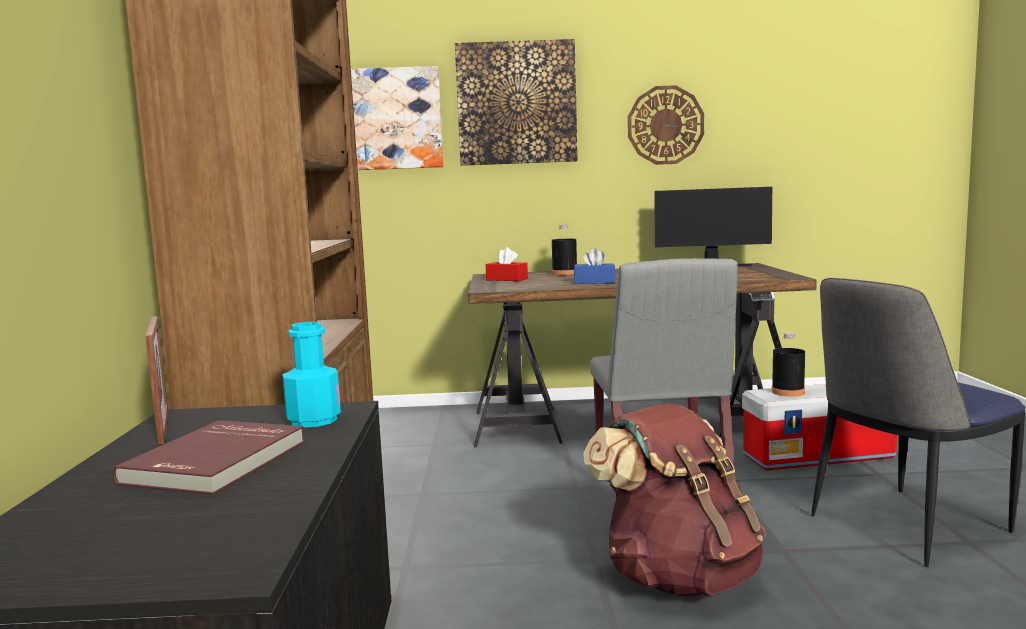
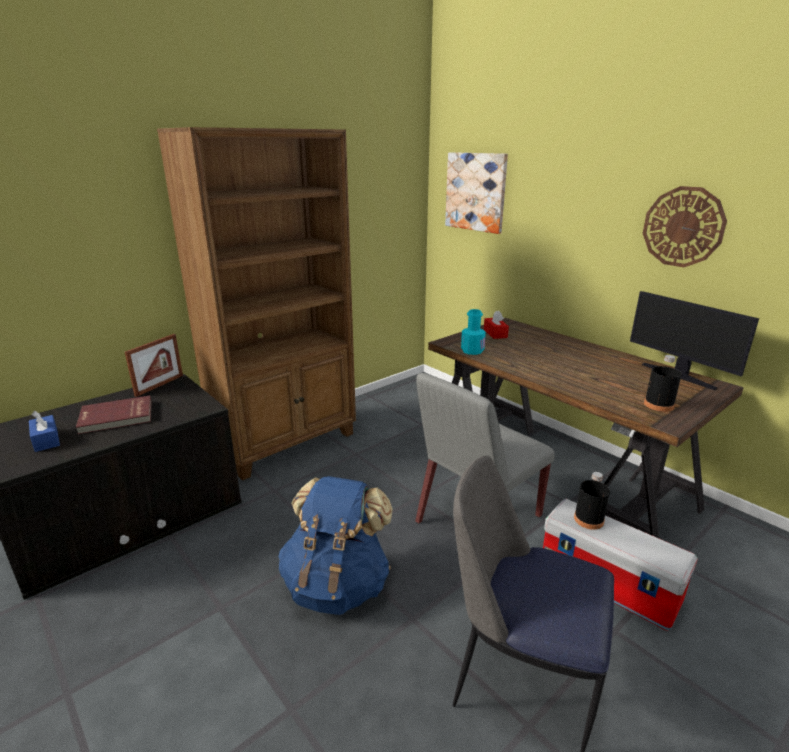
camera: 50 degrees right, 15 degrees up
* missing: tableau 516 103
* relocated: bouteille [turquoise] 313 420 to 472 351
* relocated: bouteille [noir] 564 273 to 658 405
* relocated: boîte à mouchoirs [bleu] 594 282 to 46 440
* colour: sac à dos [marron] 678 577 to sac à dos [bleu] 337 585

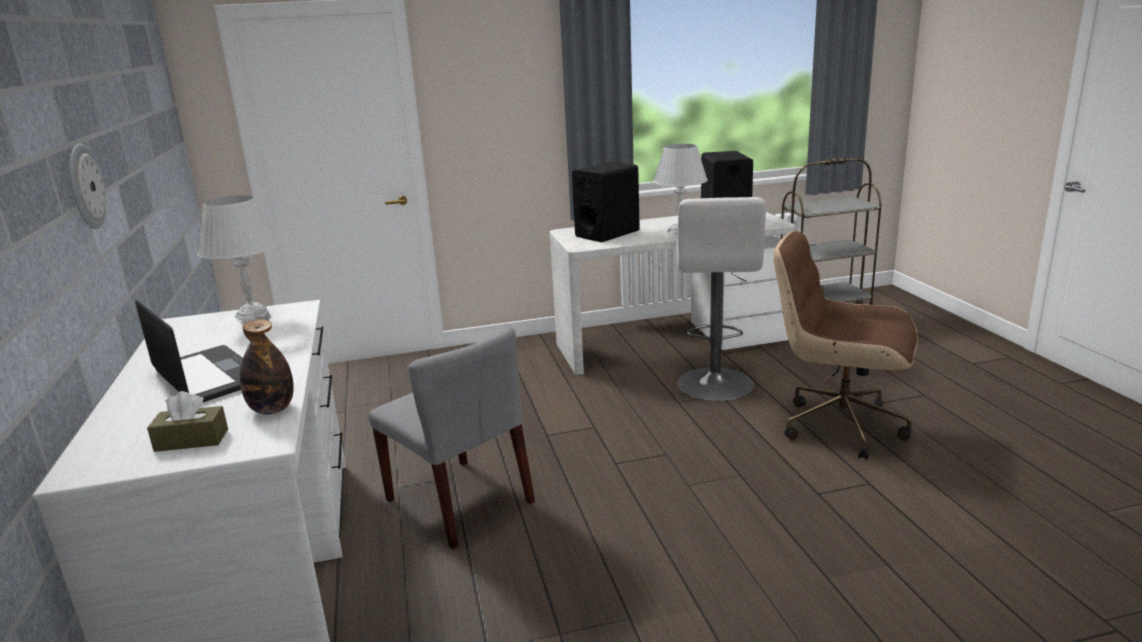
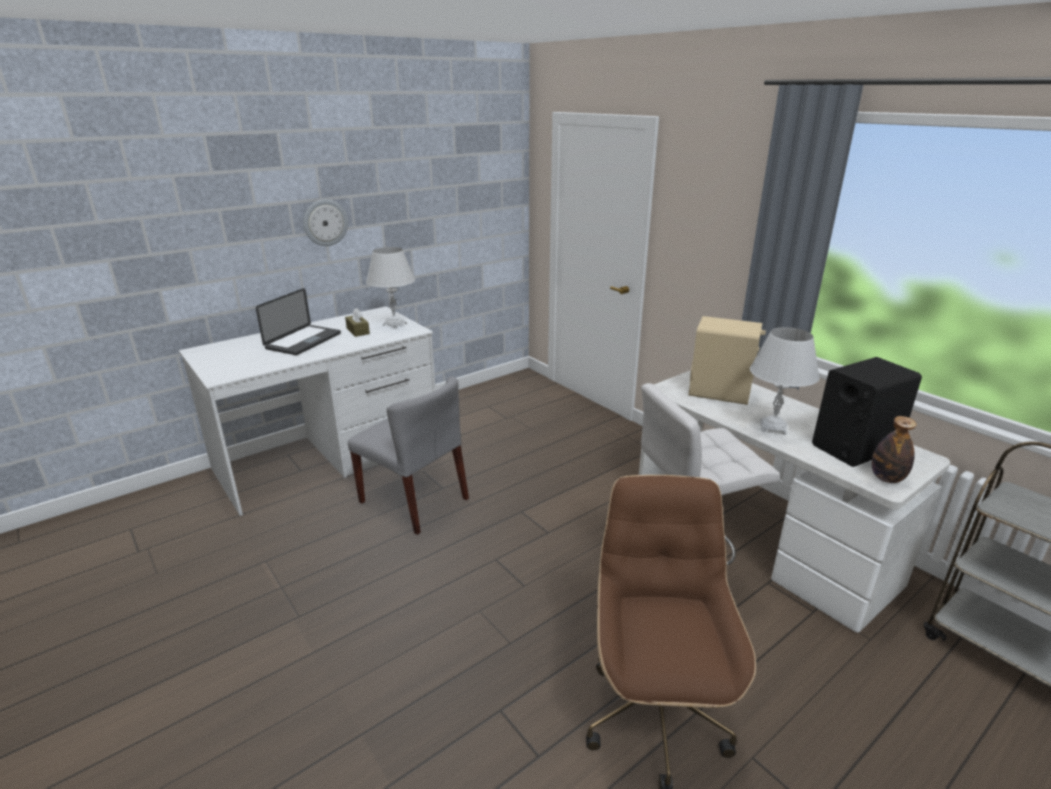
camera: 65 degrees right, 5 degrees up
* relocated: boîte à mouchoirs [marron] 191 440 to 358 331
* relocated: bouteille 272 409 to 886 478
* colour: enceinte [noir] 607 233 to enceinte [beige] 720 392
* spun: chaise [gris] 460 501 = 415 500 75 degrees counterclockwise

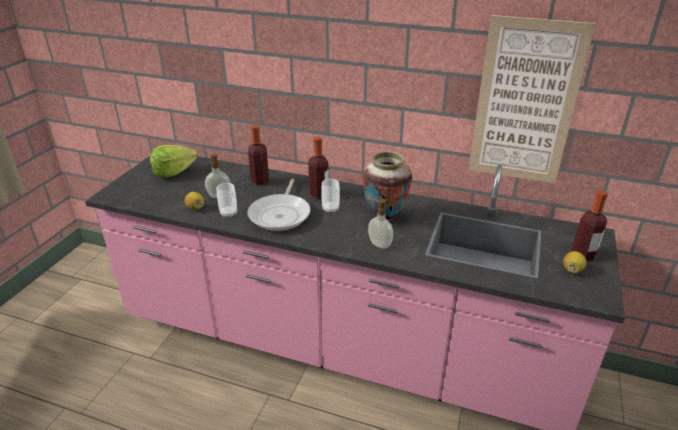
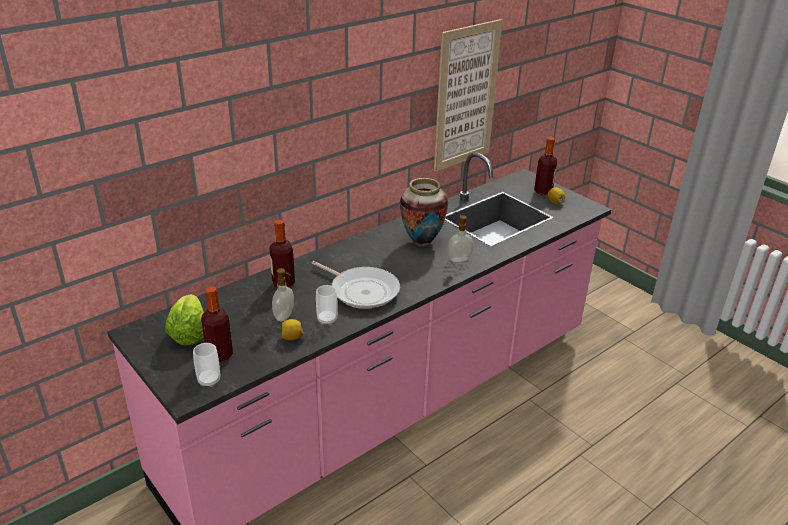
camera: 60 degrees left, 0 degrees up
* relocated: bouteille 319 194 to 220 355
* relocated: tasse 330 209 to 209 380

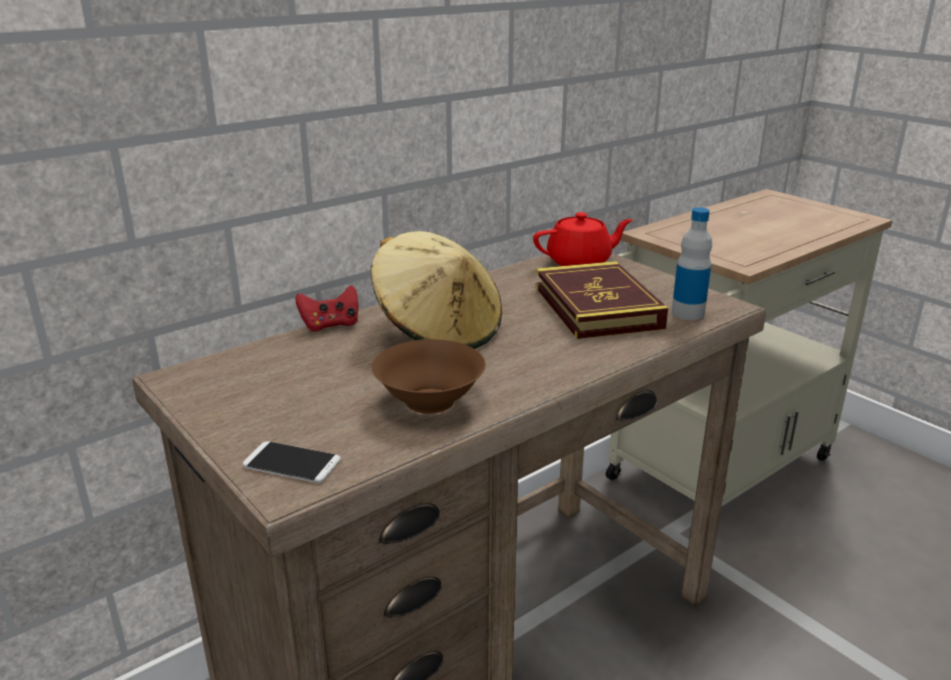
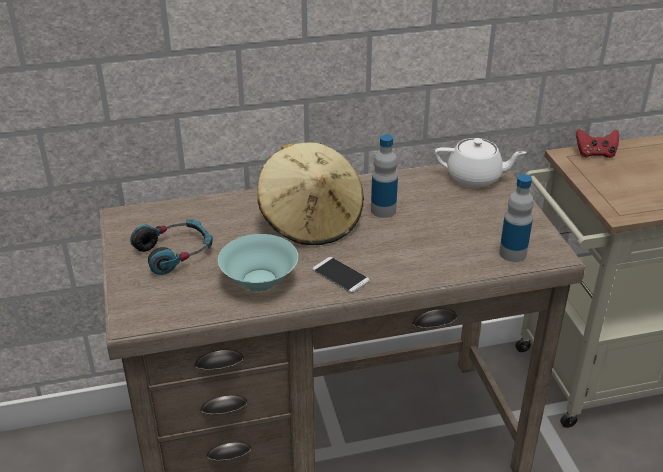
camera: 25 degrees right, 10 degrees up
* missing: livre 597 307
* appeared: casque audio 175 252
* appeared: bouteille 383 210
* relocated: téléphone 292 463 to 340 275
* relocated: manette [rouge] 330 325 to 595 154
* colour: bol [marron] 430 401 to bol [turquoise] 259 281
* colour: théière [rouge] 580 262 to théière [blanc] 475 178

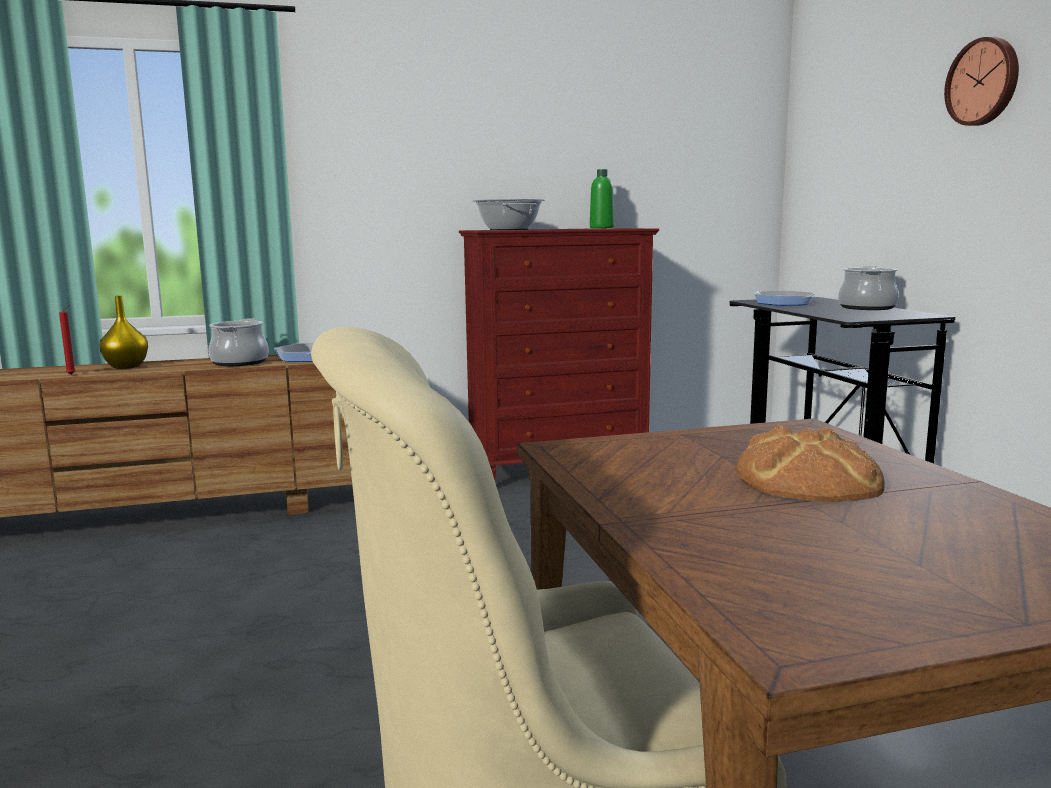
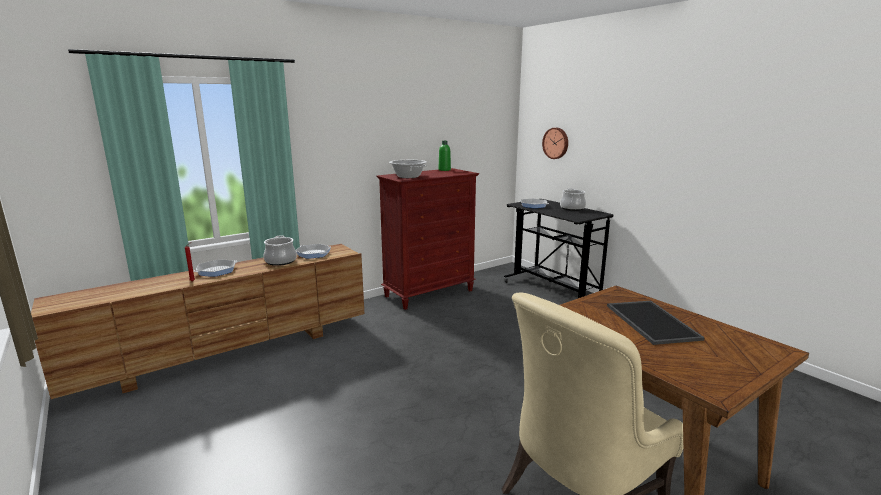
camera: 20 degrees left, 5 degrees up
* relocated: horloge murale 984 82 to 556 143
* exchanged: vase [jaune] 127 366 to poêle 216 271
* exchanged: pain 807 480 to plateau 649 321

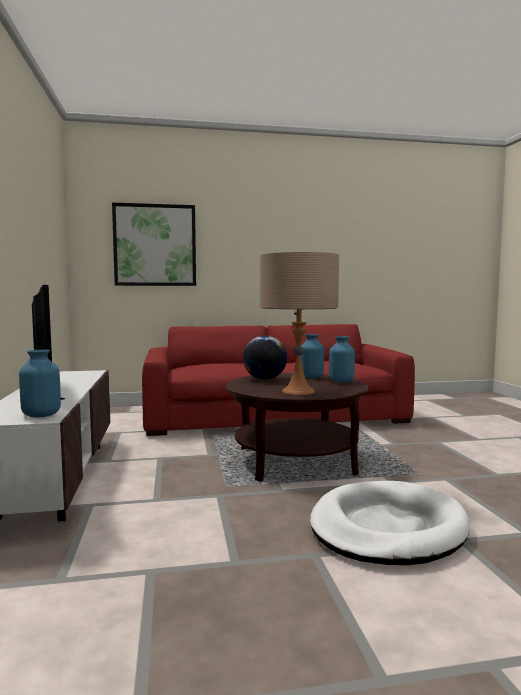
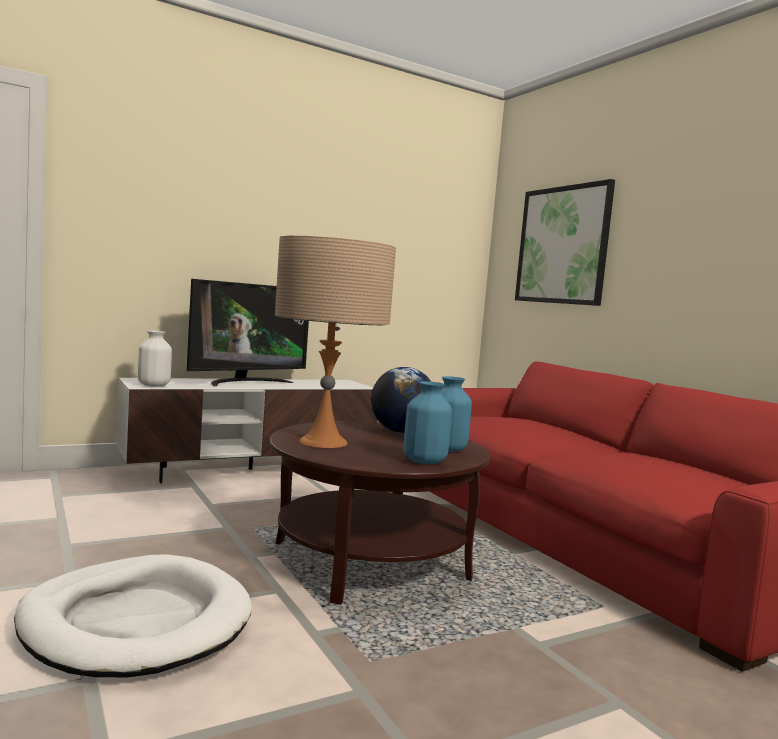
camera: 70 degrees right, 0 degrees up
* colour: vase [bleu] 41 415 to vase [blanc] 153 385

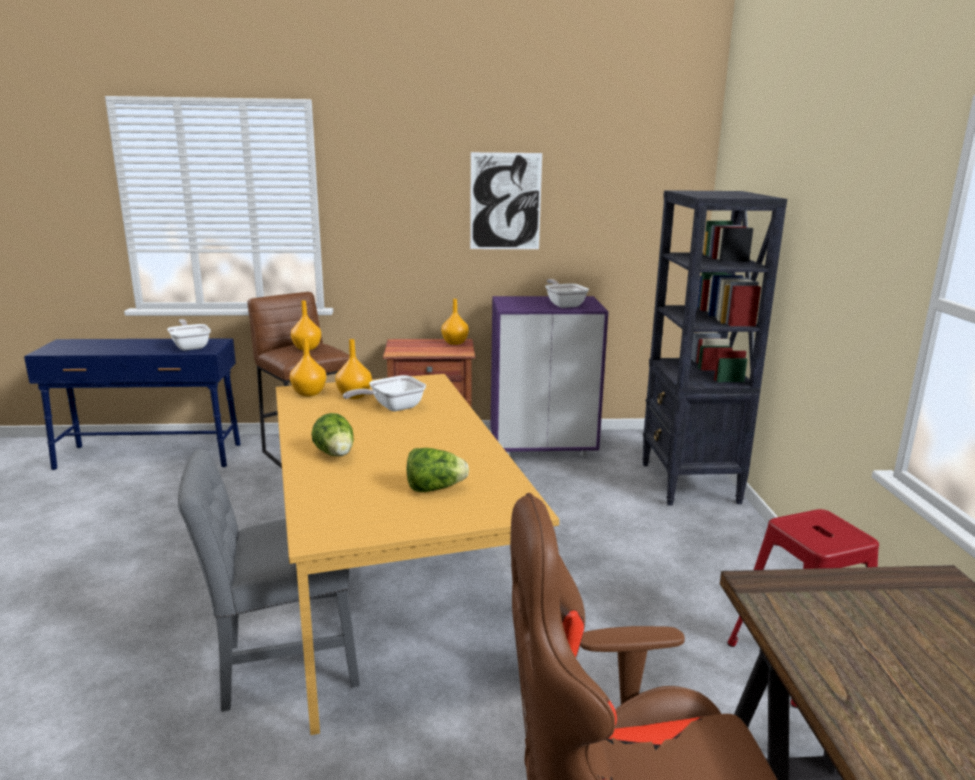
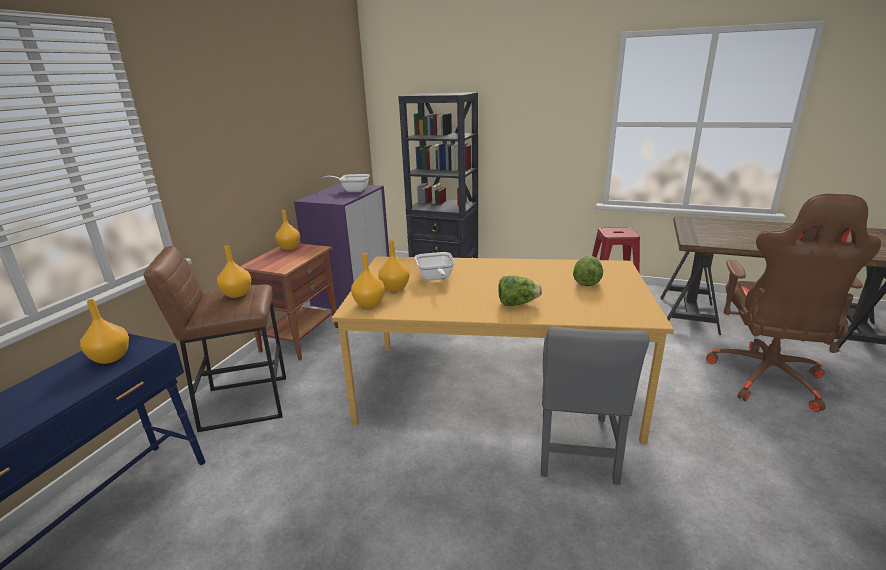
camera: 65 degrees left, 5 degrees up
* missing: tableau 505 201
* exchanged: poêle 190 346 to vase [orange] 110 357

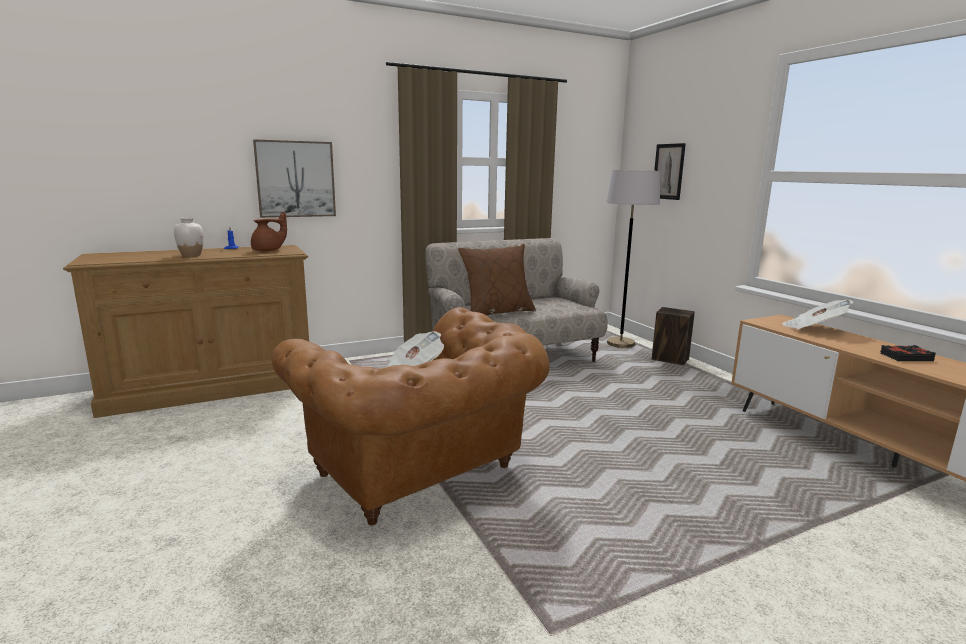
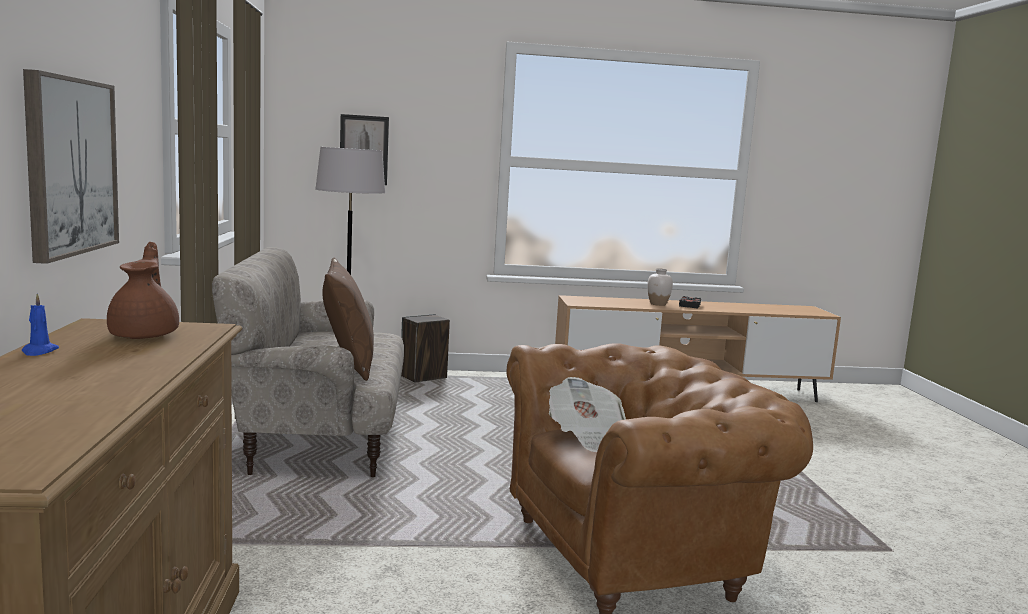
camera: 70 degrees left, 5 degrees down
* missing: journal 813 329
* relocated: vase [blanc] 191 255 to 658 304

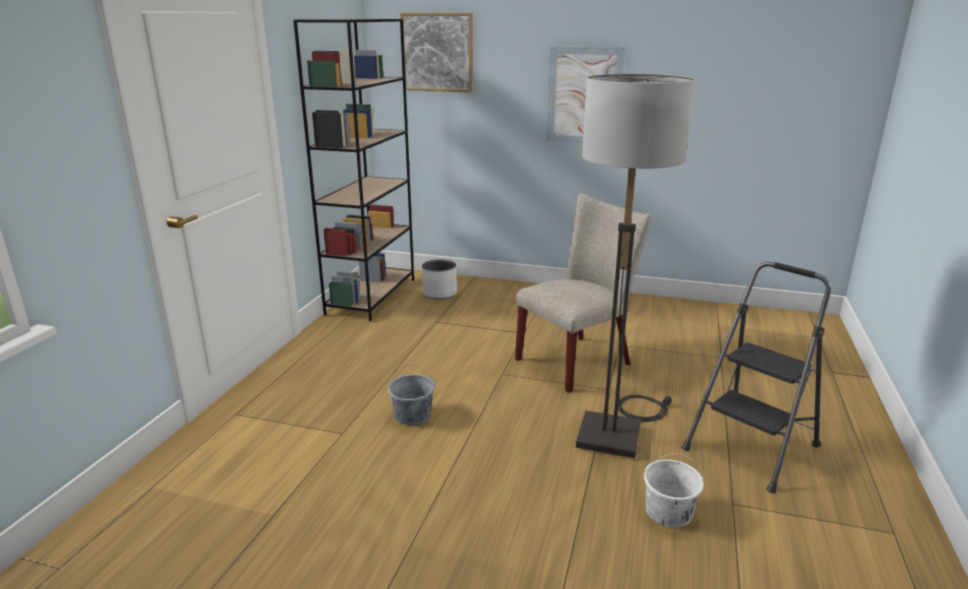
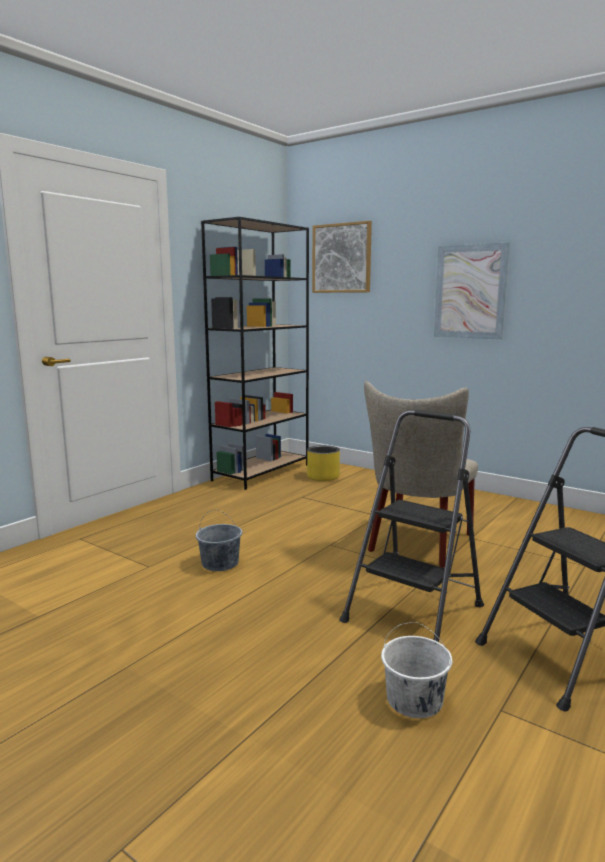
camera: 20 degrees right, 10 degrees down
* exchanged: lampadaire 619 429 to escabeau [noir] 416 610
* colour: cache-pot [gris] 439 293 to cache-pot [jaune] 323 477
* spun: chaise [beige] 579 360 = 417 544 135 degrees clockwise

